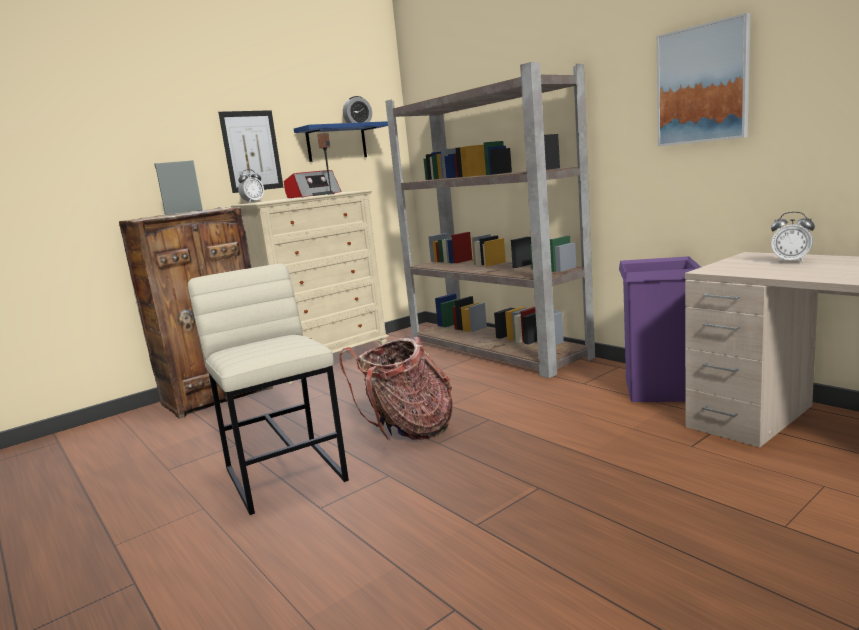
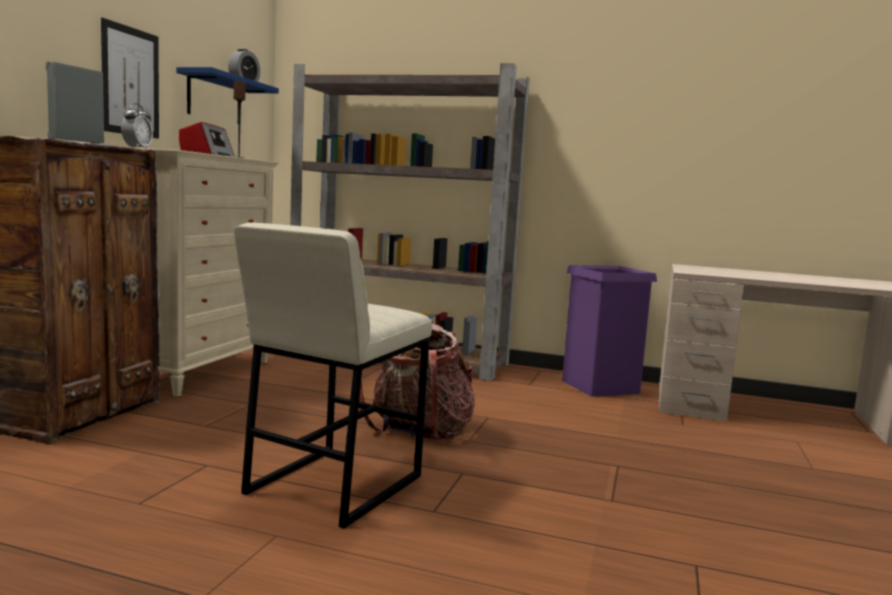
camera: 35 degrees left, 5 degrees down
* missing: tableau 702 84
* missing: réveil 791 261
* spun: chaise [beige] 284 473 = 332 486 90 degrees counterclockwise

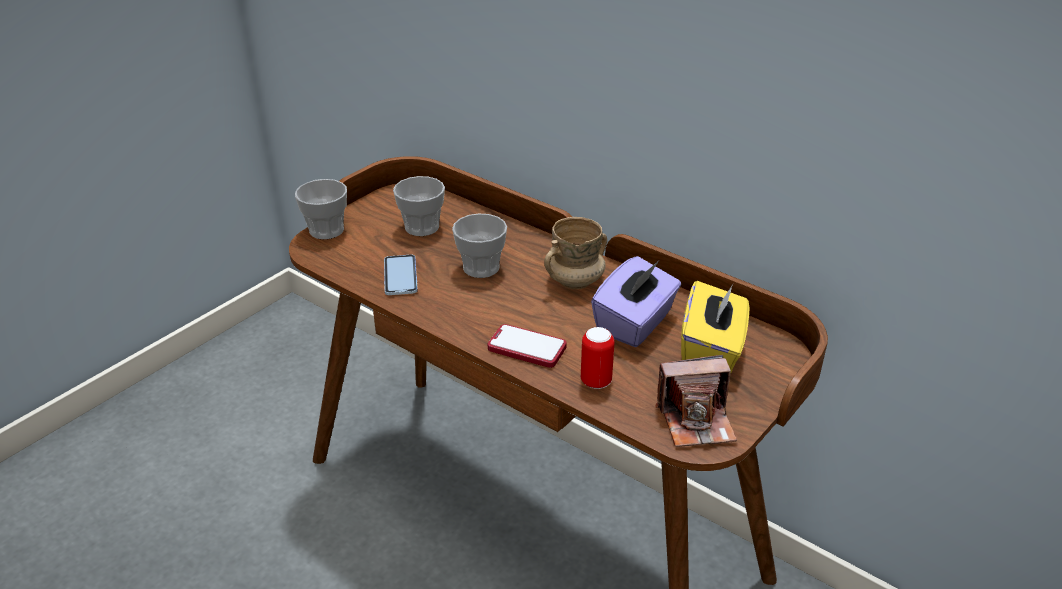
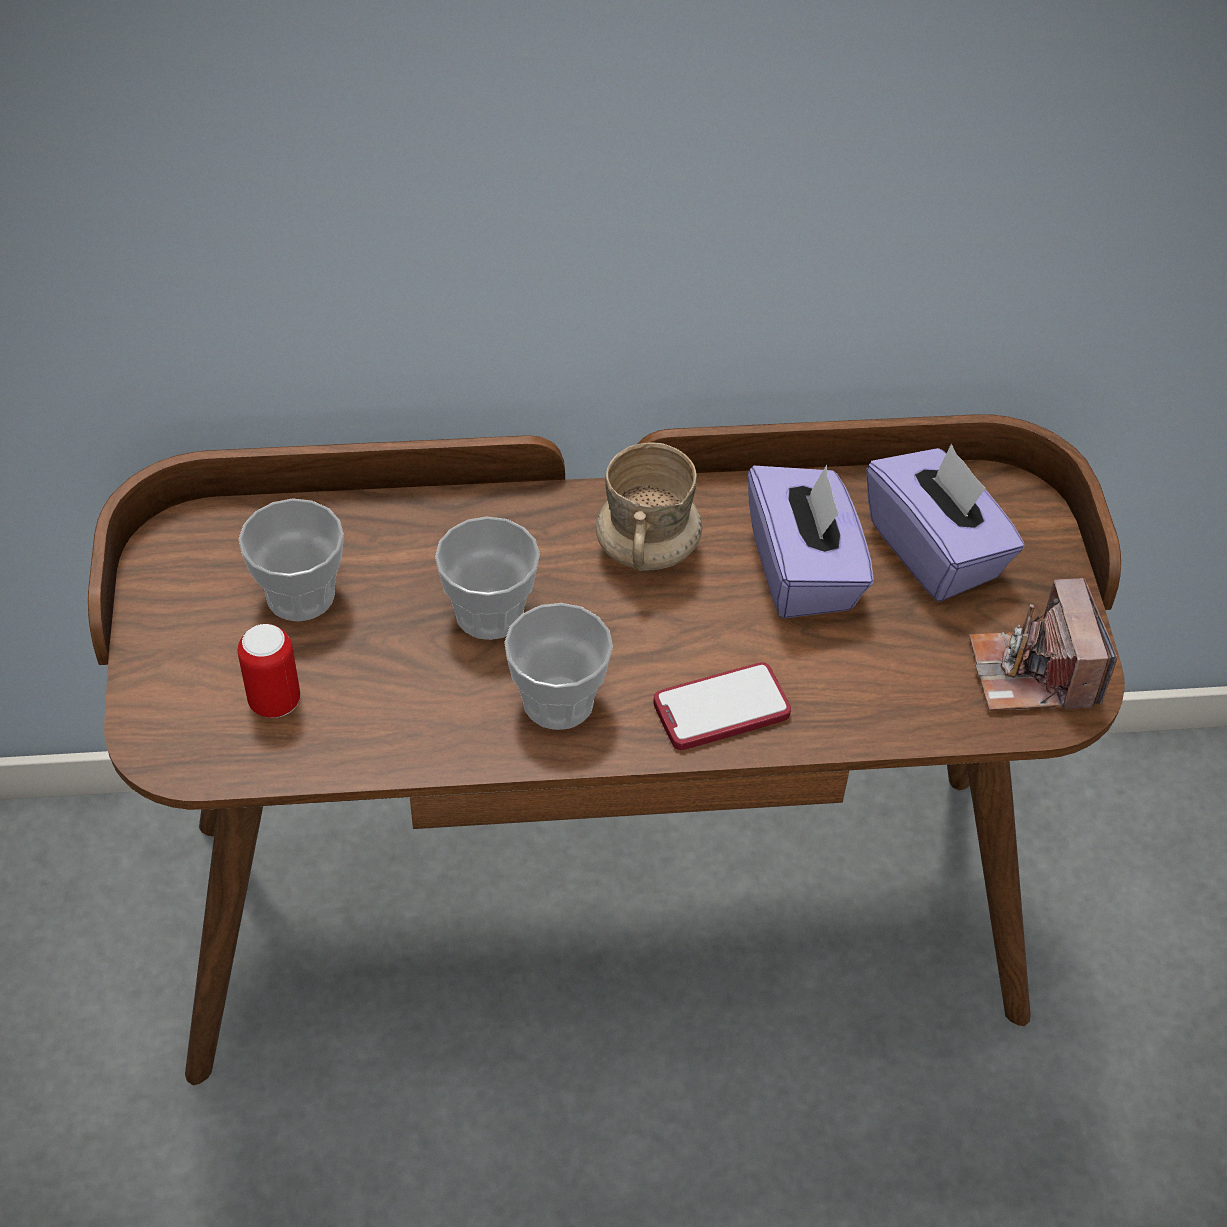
camera: 45 degrees left, 15 degrees up
* missing: téléphone 400 276
* relocated: tasse 326 230 to 558 701
* relocated: boîte métallique 596 381 to 274 701
* colour: boîte à mouchoirs [jaune] 711 350 to boîte à mouchoirs [violet] 935 551
* spun: appareil photo 696 420 = 1033 673 135 degrees clockwise

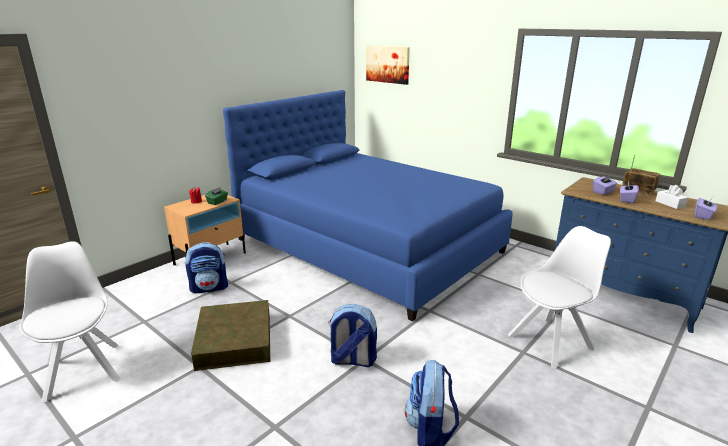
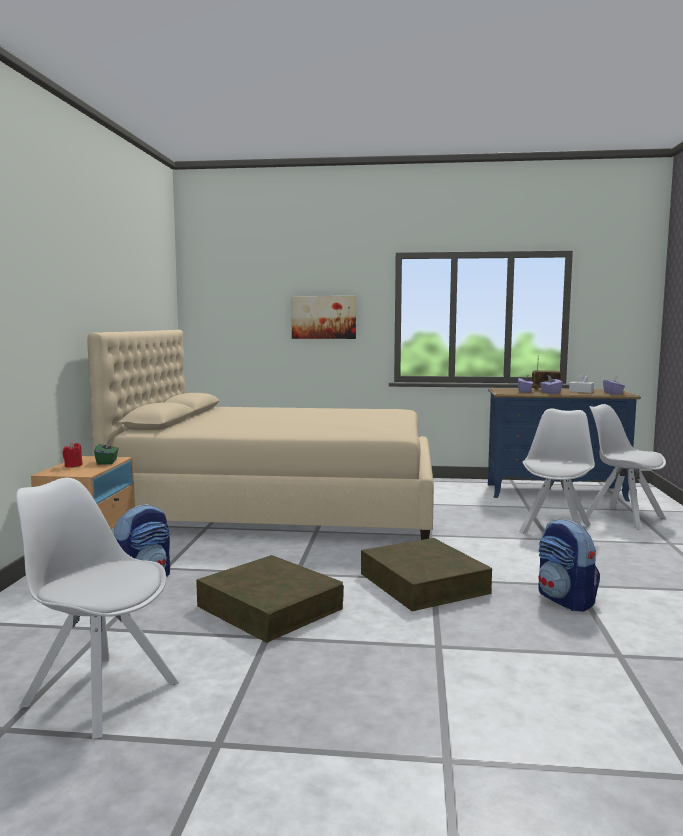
camera: 35 degrees left, 15 degrees down
* appeared: chaise [blanc] 622 517
* relocated: tableau 388 64 to 323 317
* exchanged: sac à dos 352 360 to boîte de rangement [marron] 423 583
* colour: lit [bleu] 367 245 to lit [beige] 281 507

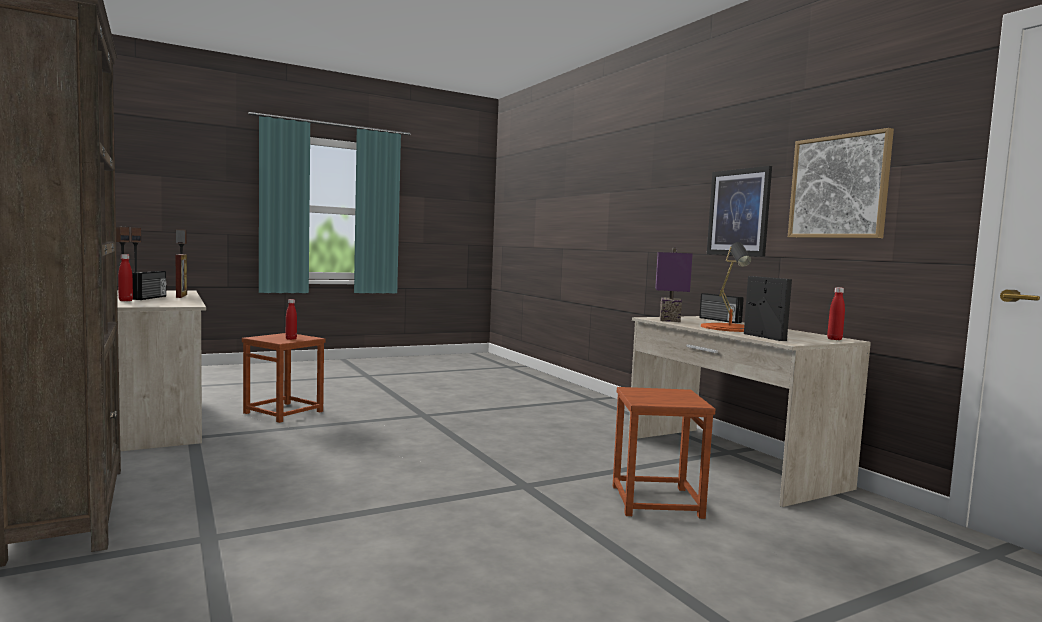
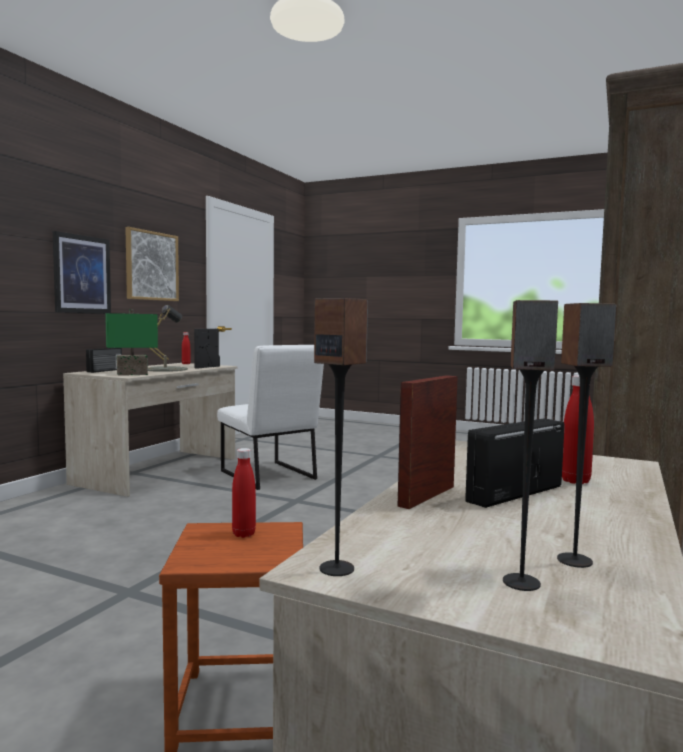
camera: 125 degrees left, 0 degrees up
* exchanged: tabouret [marron] 655 501 to chaise [blanc] 269 476
* colour: lampe de table [violet] 671 320 to lampe de table [vert] 132 374
* colour: lampe de table [orange] 730 328 to lampe de table [gris] 165 369

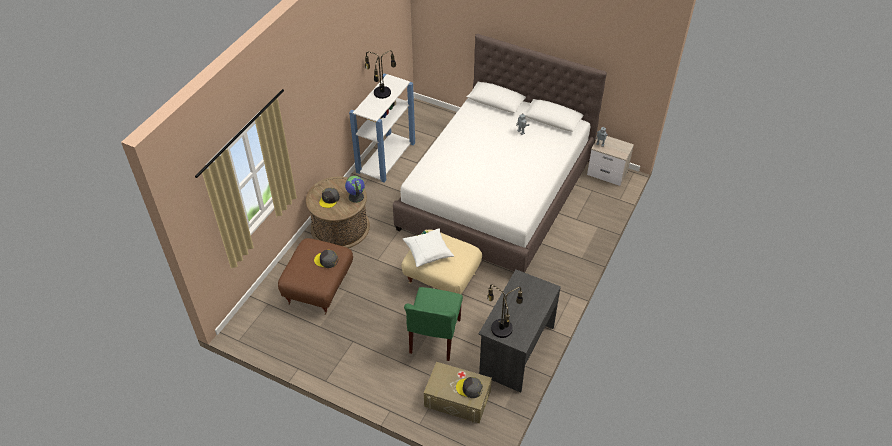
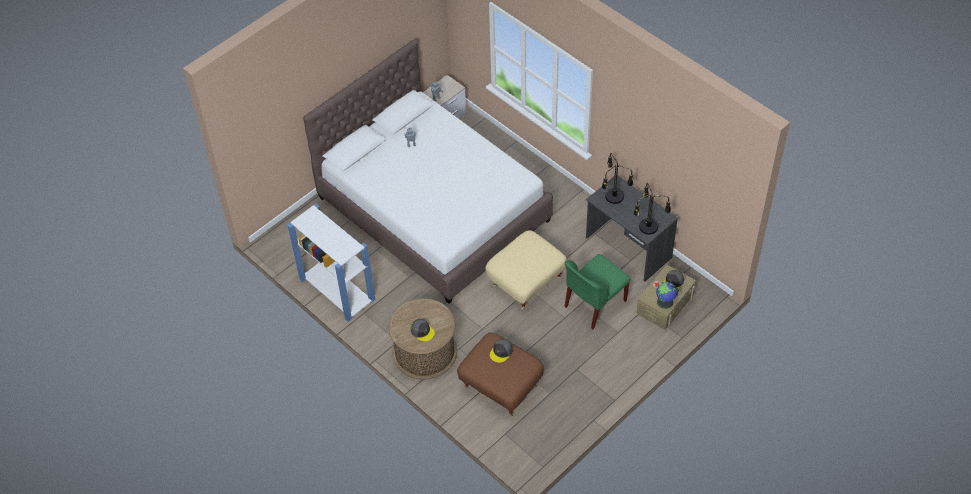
camera: 70 degrees left, 5 degrees up
* missing: coussin [blanc] 428 252
* relocated: globe 355 197 to 665 302
* relocated: lampe de table 382 93 to 614 196
* spun: chaise [vert] 434 337 = 594 304 105 degrees clockwise

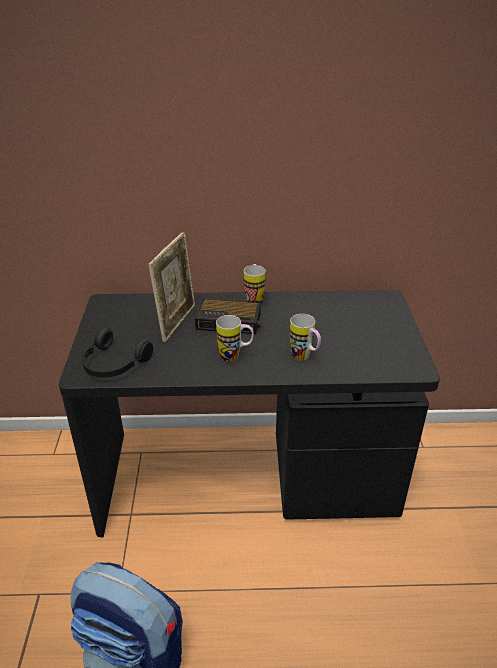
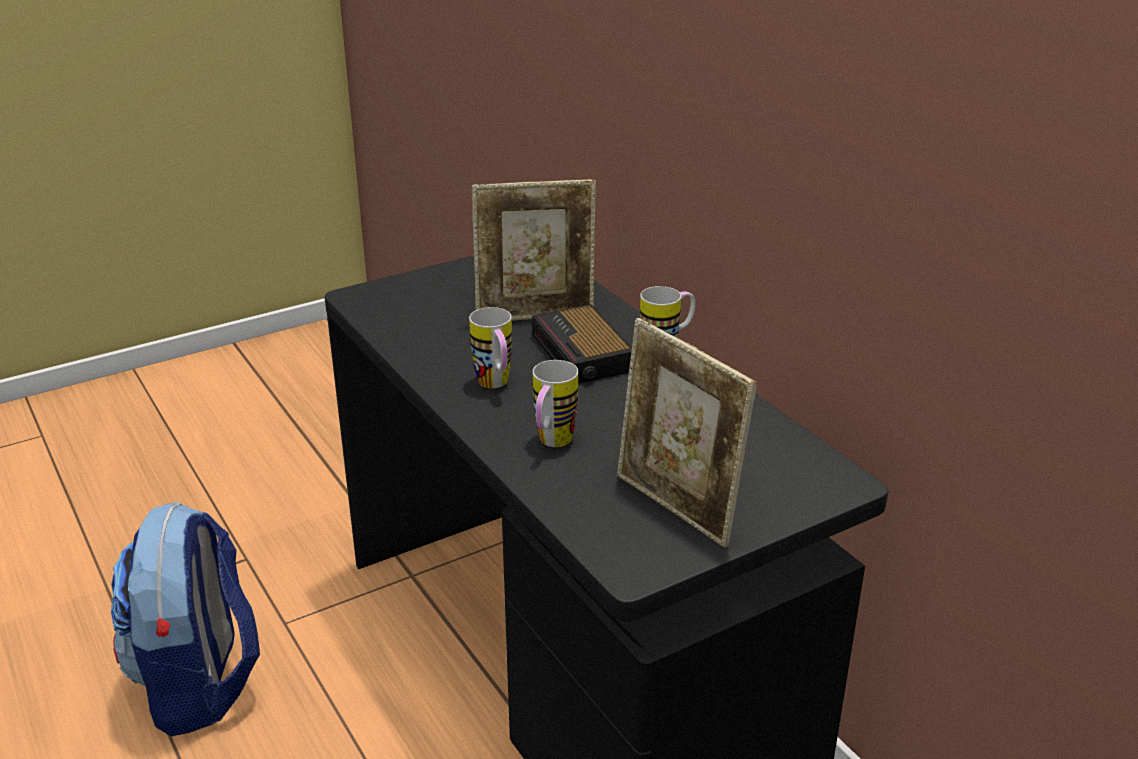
camera: 60 degrees right, 5 degrees down
* missing: casque audio [noir] 113 364
* appeared: cadre photo 677 508

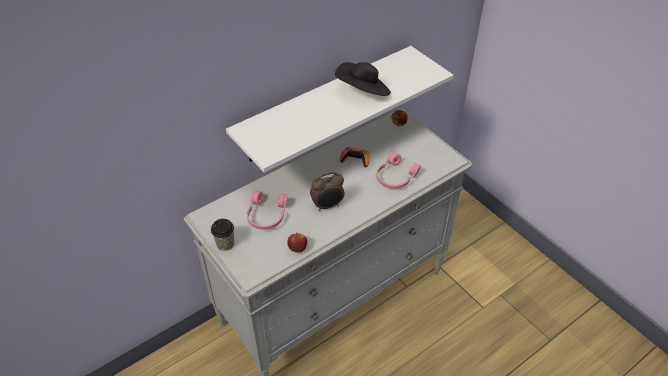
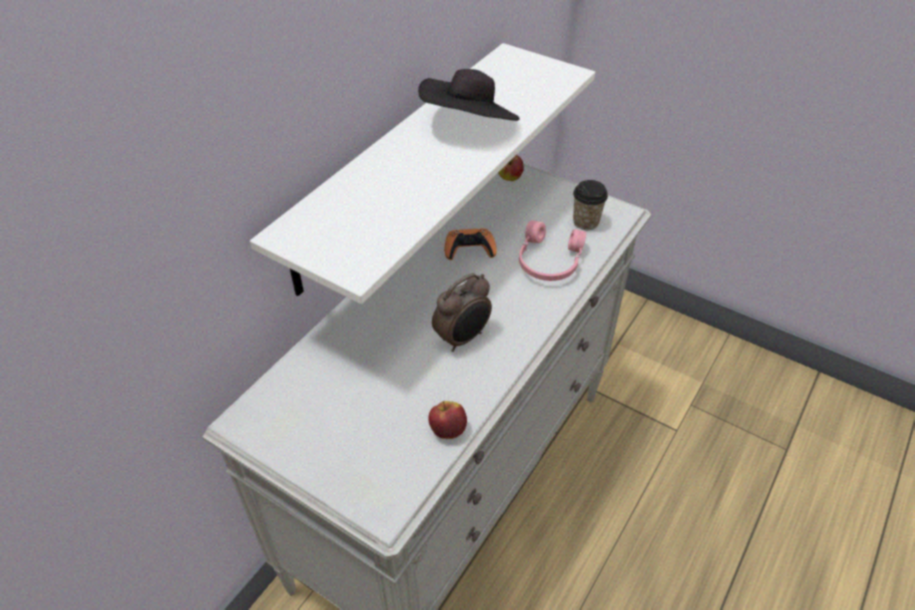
camera: 20 degrees left, 0 degrees up
* missing: casque audio [rose] 266 215
* relocated: tasse 225 244 to 586 222

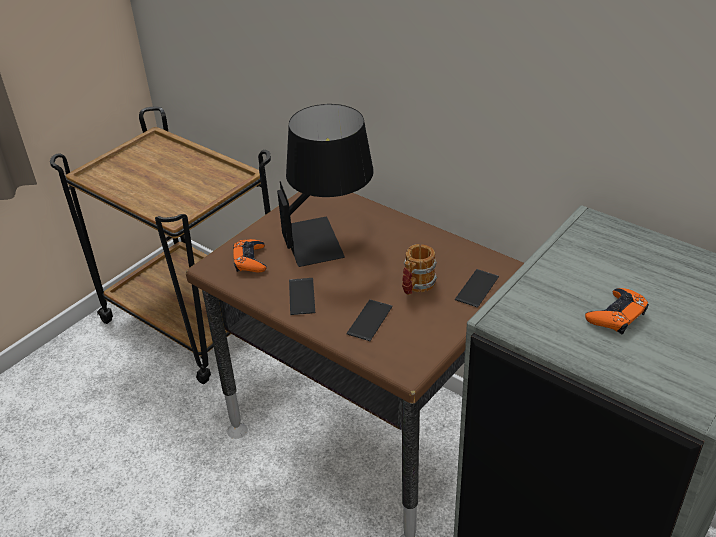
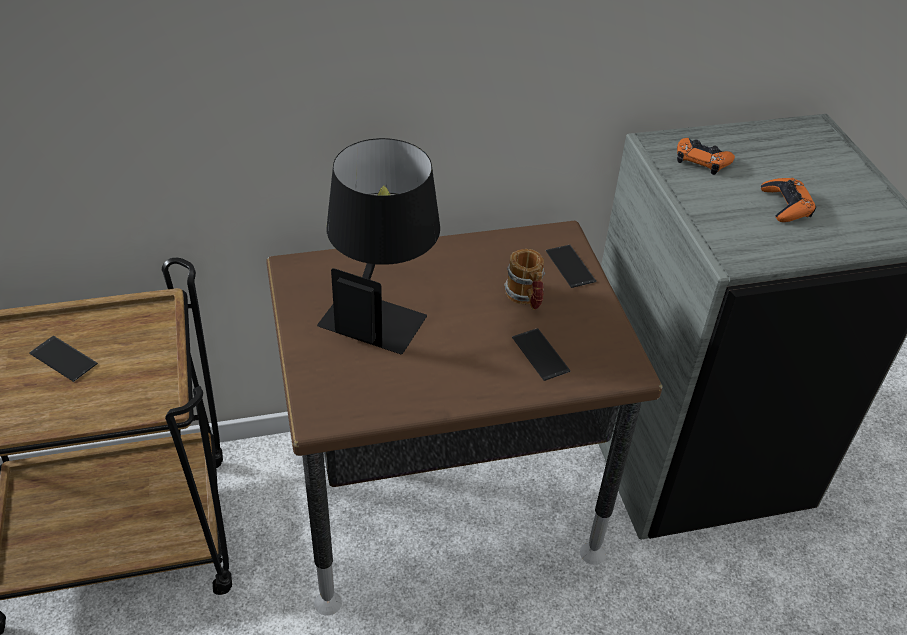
camera: 55 degrees left, 5 degrees up
* relocated: manette [orange] 250 260 to 701 160
* relocated: téléphone 302 296 to 63 359

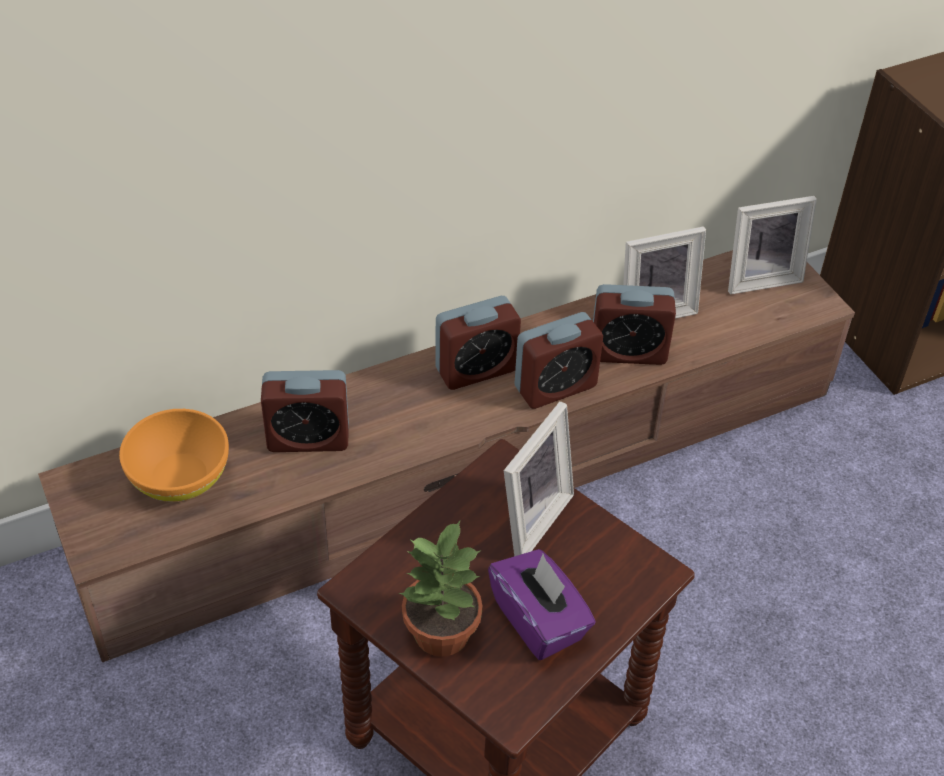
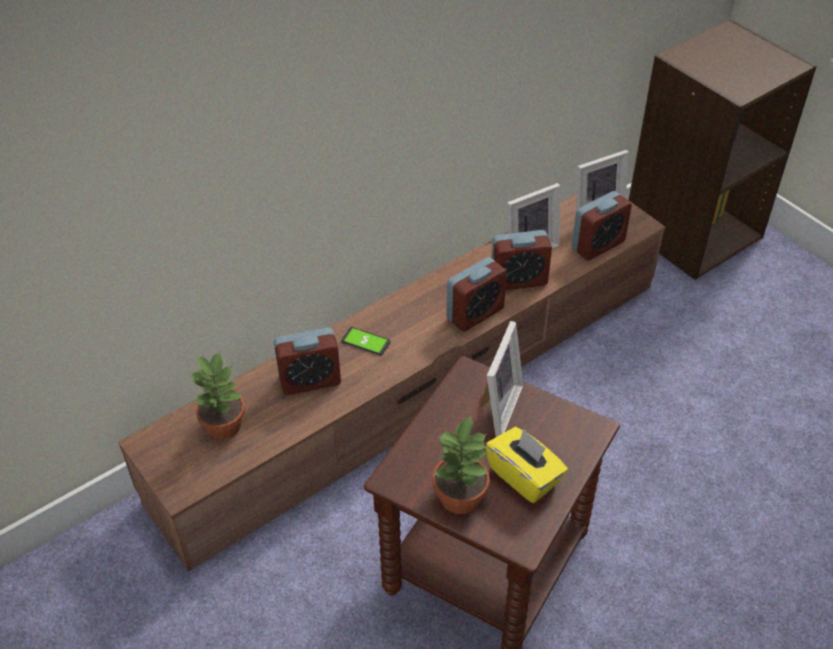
camera: 10 degrees left, 0 degrees up
* appeared: téléphone 366 342
* relocated: réveil 476 369 to 598 245
* exchanged: bol [orange] 179 476 to plante en pot 224 425
* colour: boîte à mouchoirs [violet] 539 621 to boîte à mouchoirs [jaune] 524 476

